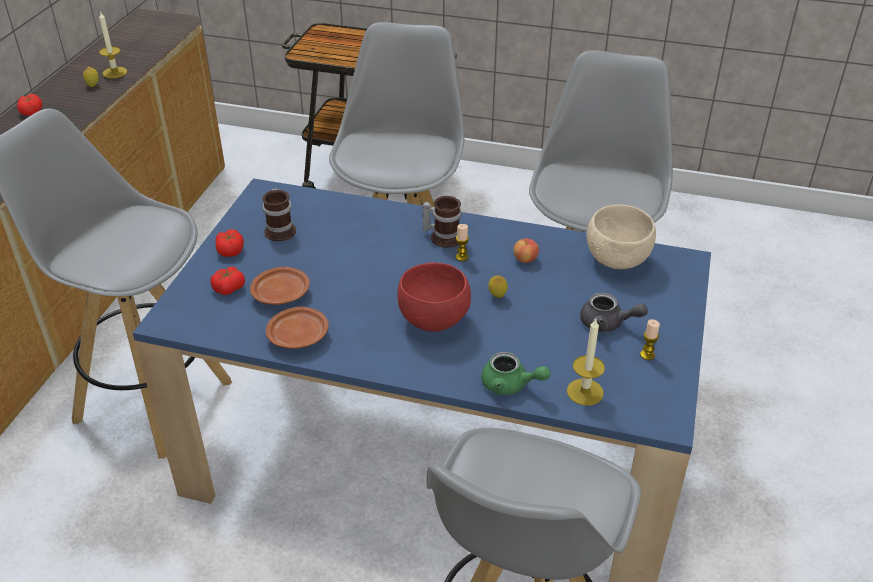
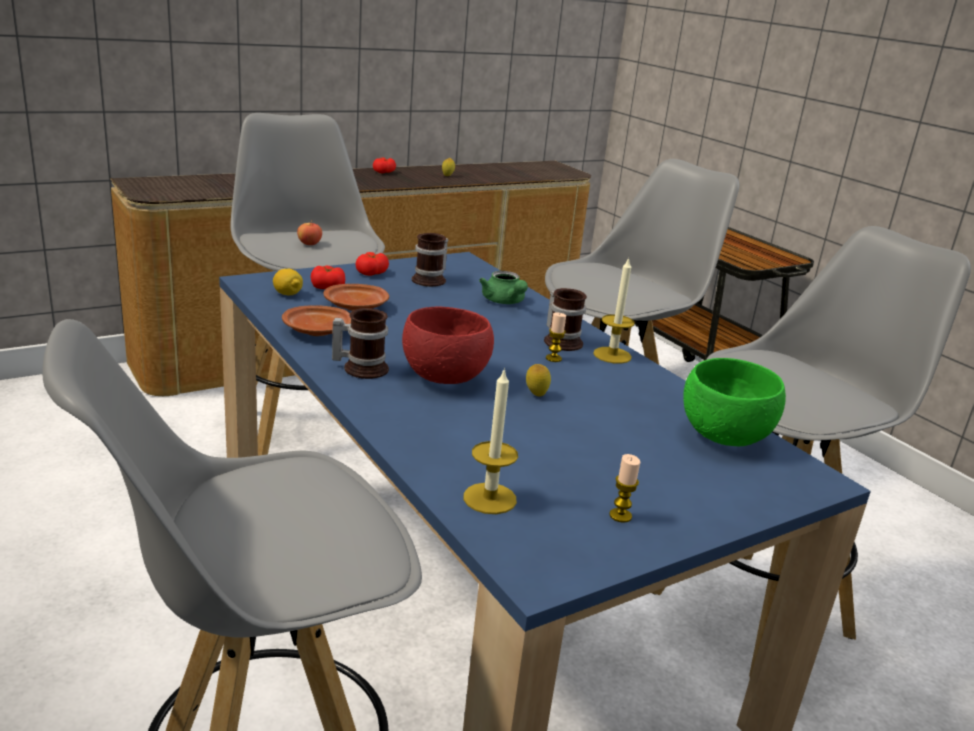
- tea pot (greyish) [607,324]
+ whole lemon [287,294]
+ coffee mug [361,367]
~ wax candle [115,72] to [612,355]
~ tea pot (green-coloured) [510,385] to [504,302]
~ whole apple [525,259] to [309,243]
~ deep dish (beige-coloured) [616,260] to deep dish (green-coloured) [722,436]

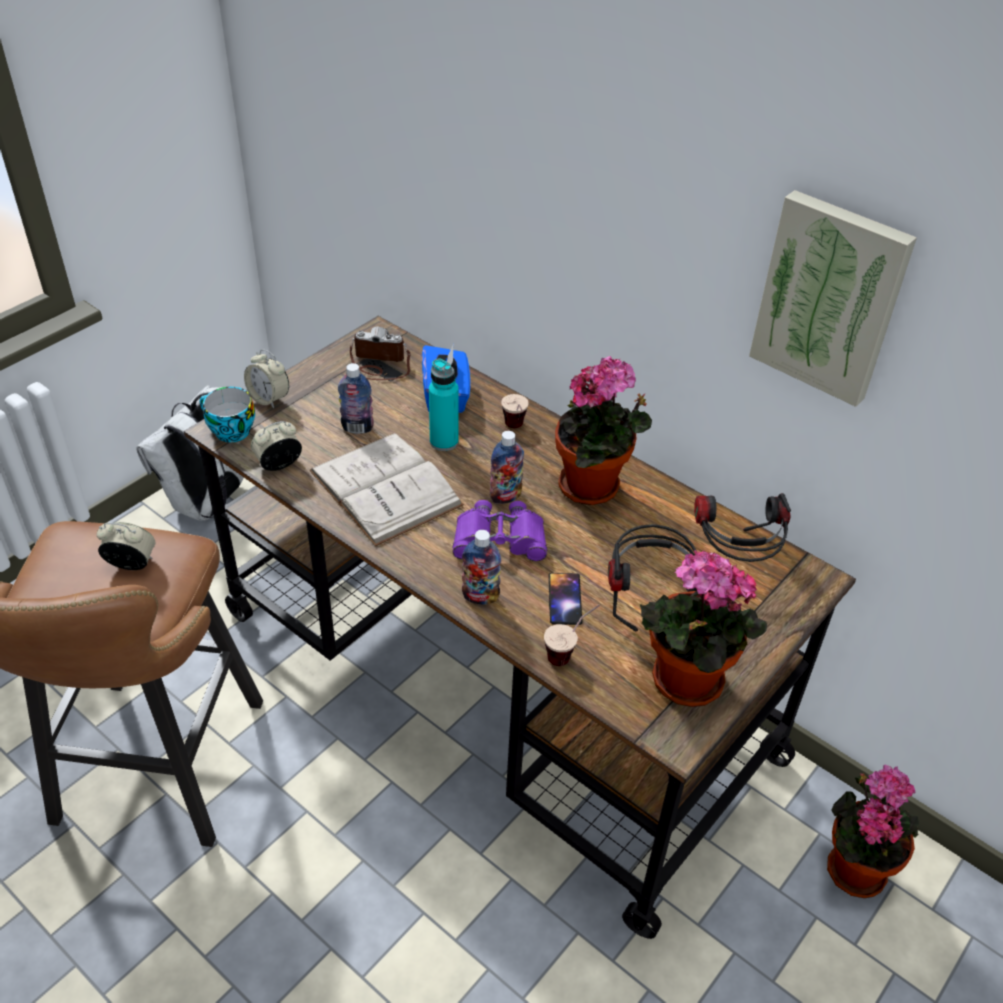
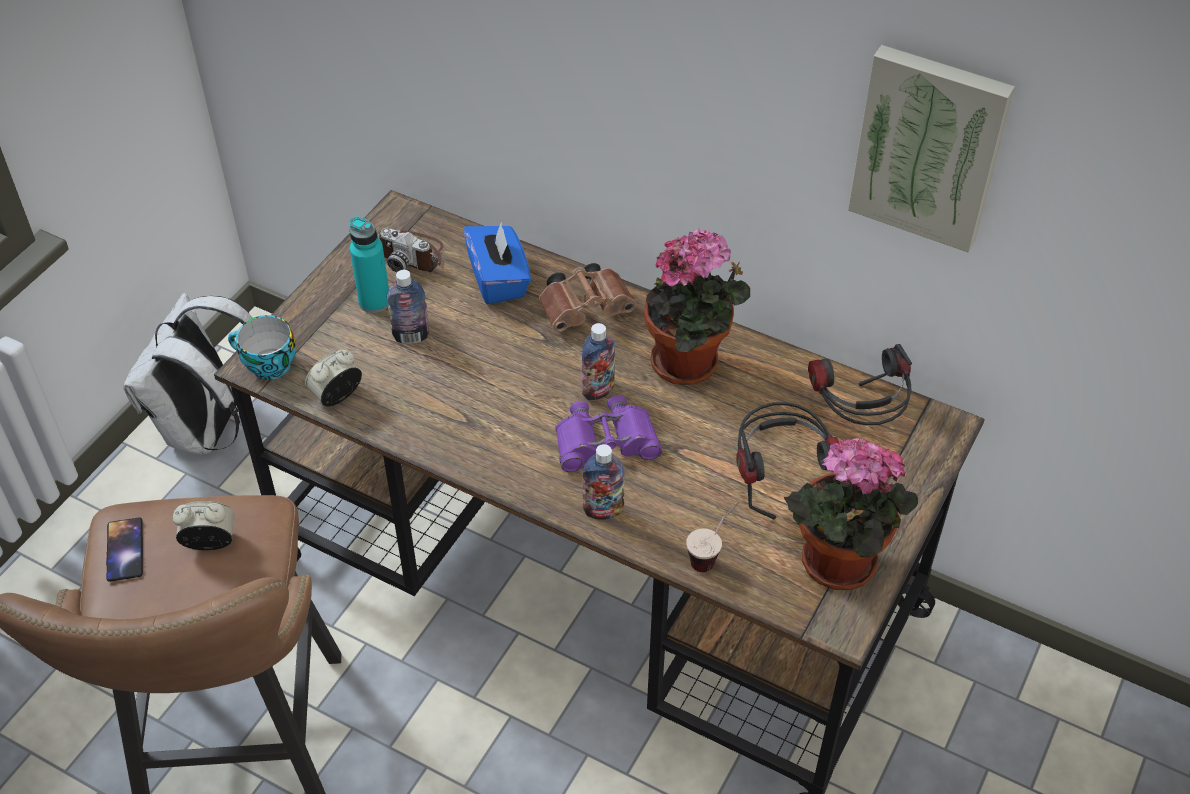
- table clock [269,399]
- volume (whitish) [385,488]
- plant in a pot [854,865]
~ beverage bottle (turquoise) [444,442] to [374,302]
~ handset [564,599] to [125,550]
~ cup [515,430] to pair of binoculars (brownish) [588,309]
~ photo camera [379,365] = [412,253] 150 degrees counterclockwise

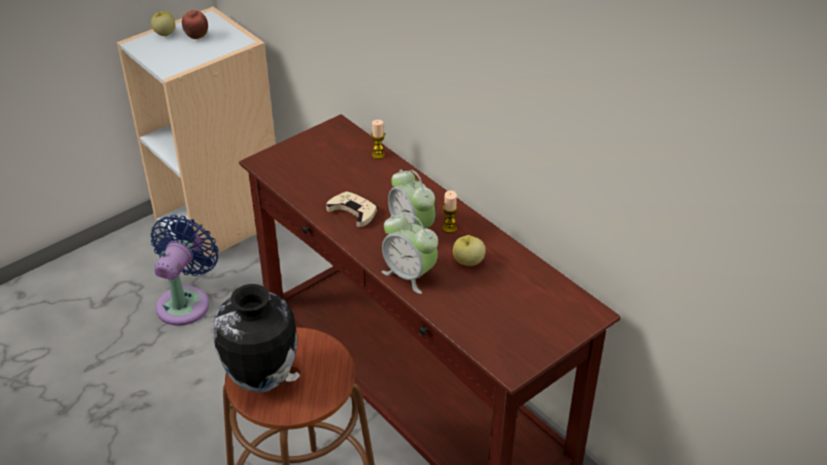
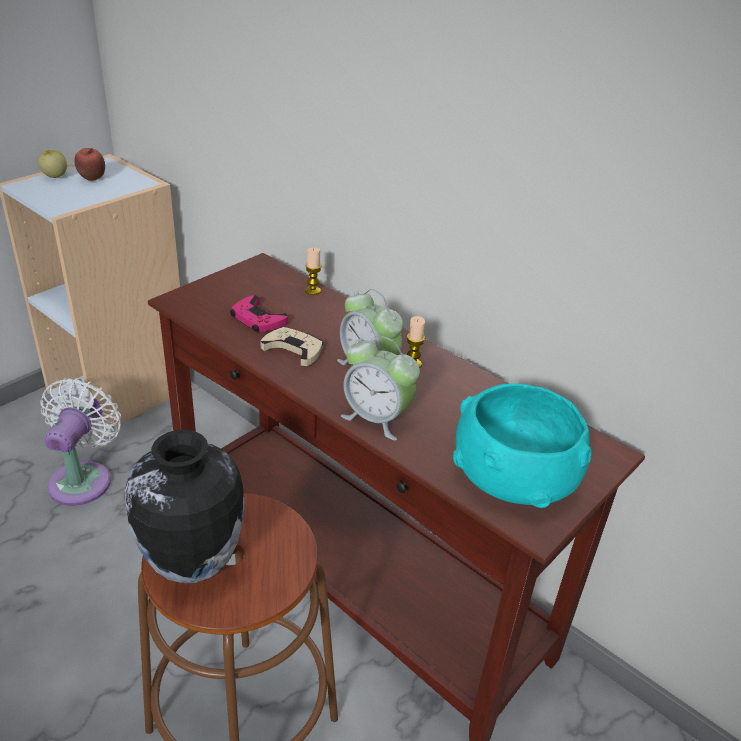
- whole apple [468,262]
+ joypad (pink-coloured) [257,319]
+ deep dish (turquoise) [513,473]
~ electric fan (blue) [186,302] to electric fan (whitish) [83,478]

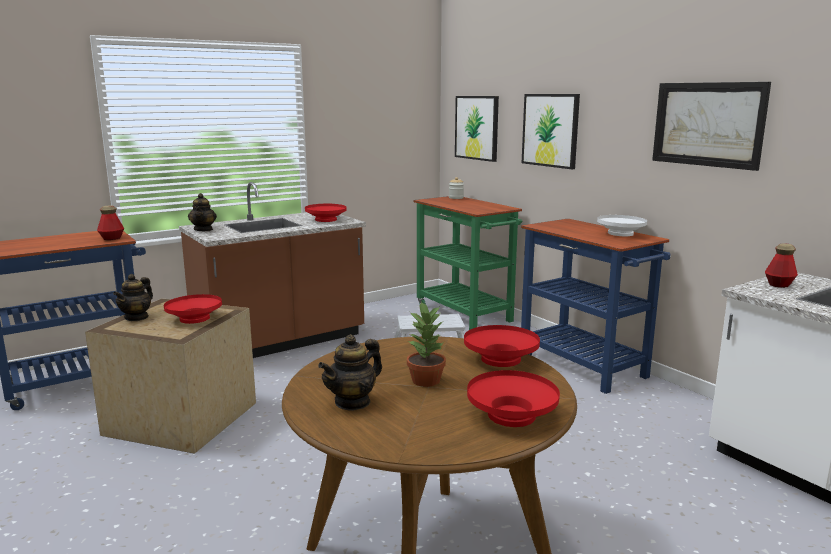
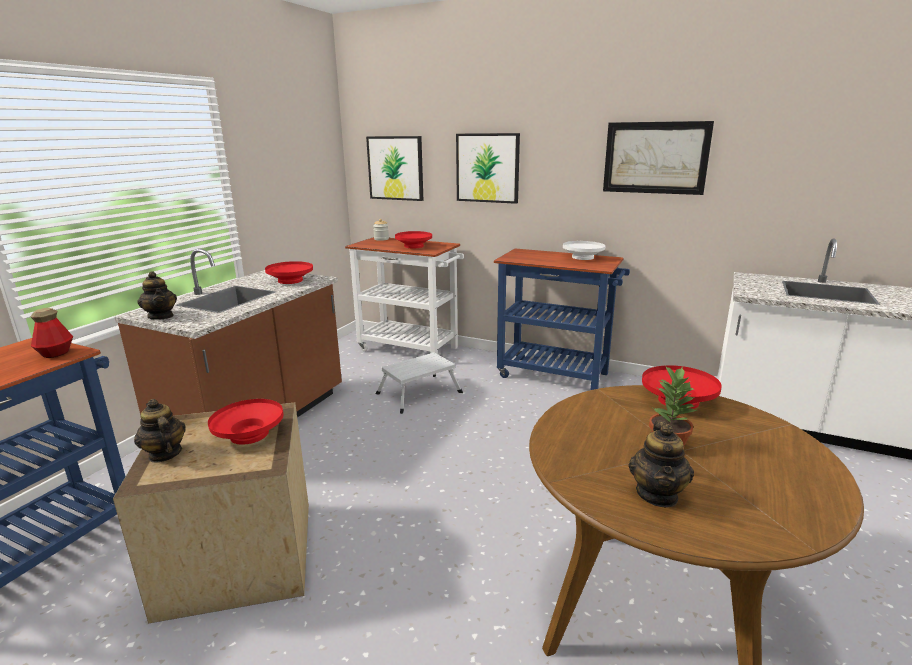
- beverage bottle [779,285]
~ deep dish (red-coloured) [511,416] to [414,246]
~ cart (green-coloured) [465,314] to cart (whitish) [410,349]
~ tea pot [136,317] = [164,454] 150 degrees clockwise

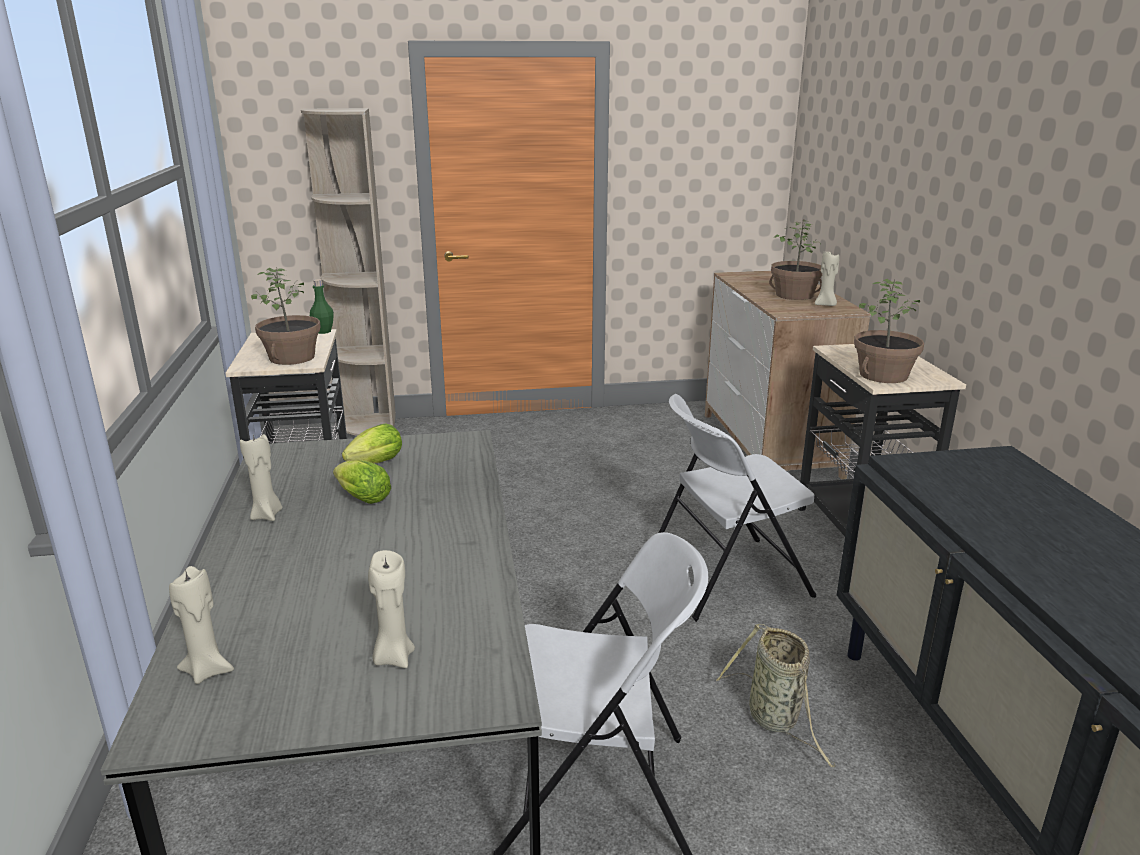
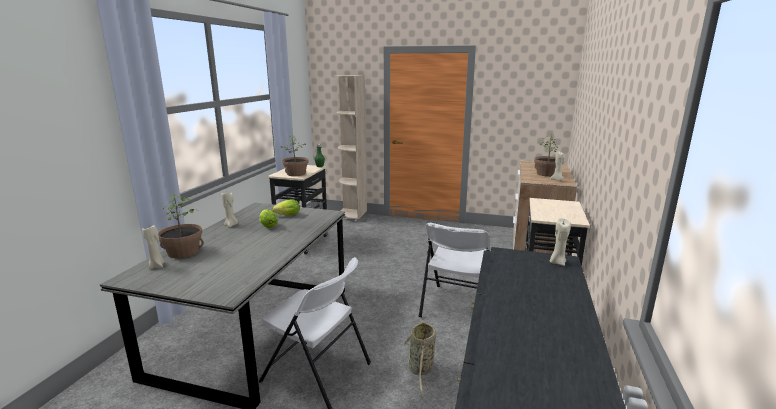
~ wax candle (beige-coloured) [393,657] to [557,262]
~ plant in a pot [884,375] to [183,252]
~ plain chair (whitish) [727,577] = [455,306] 75 degrees counterclockwise

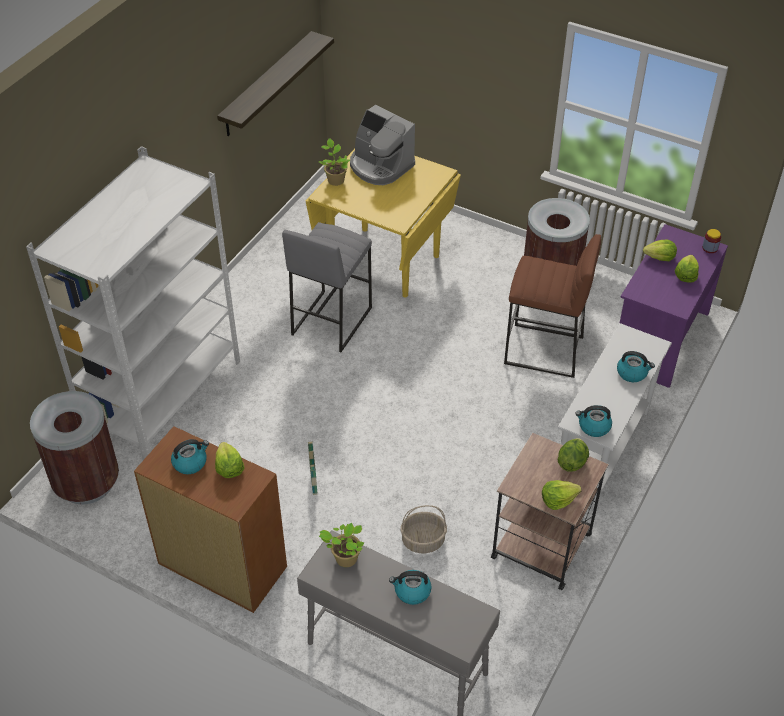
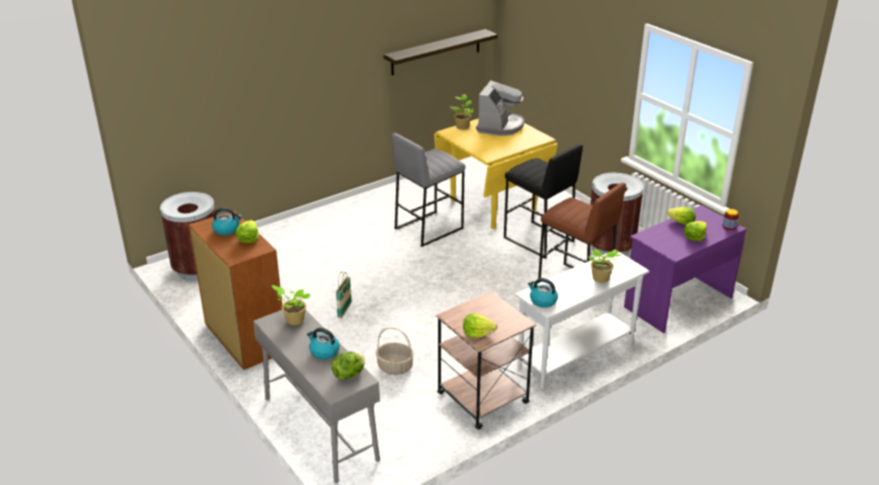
- shelving unit (whitish) [163,396]
+ sitting stool (blackish) [538,240]
~ head of lettuce [572,462] to [349,374]
~ kettle [632,373] to plant in a pot [601,279]
~ coffee machine [380,166] = [500,126] 135 degrees counterclockwise

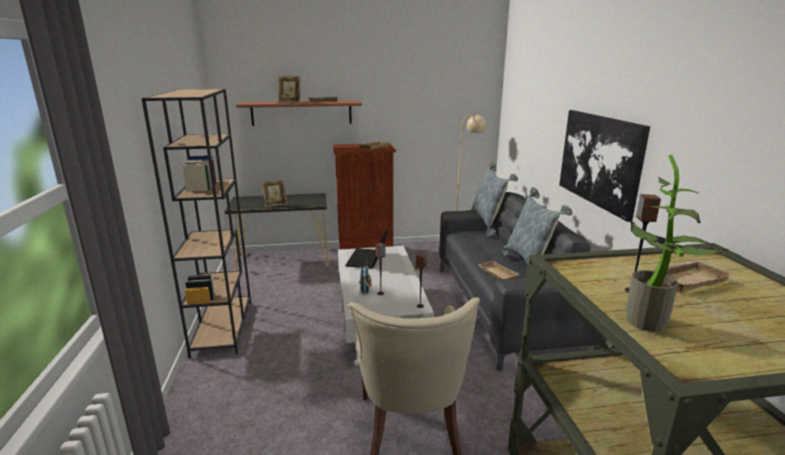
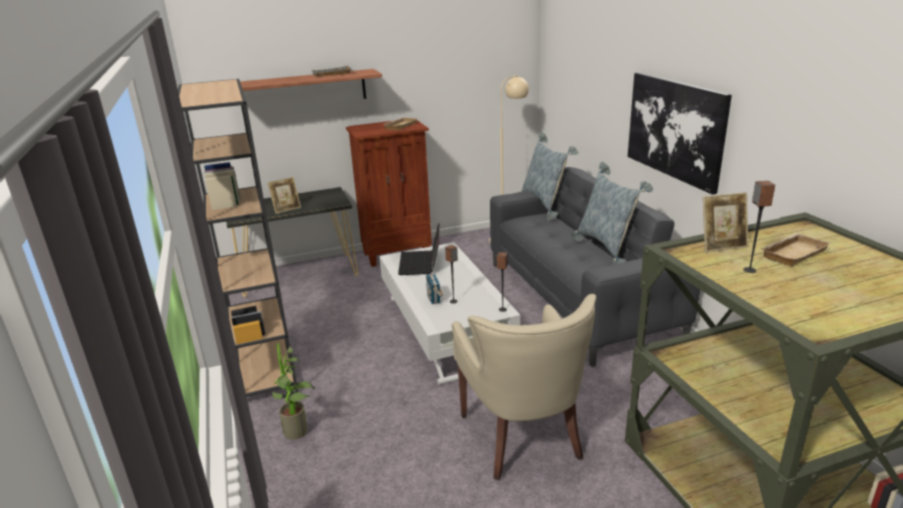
- serving tray (beige-coloured) [496,274]
~ standing frame [290,102] to [722,246]
~ plant in a pot [652,322] to [299,432]

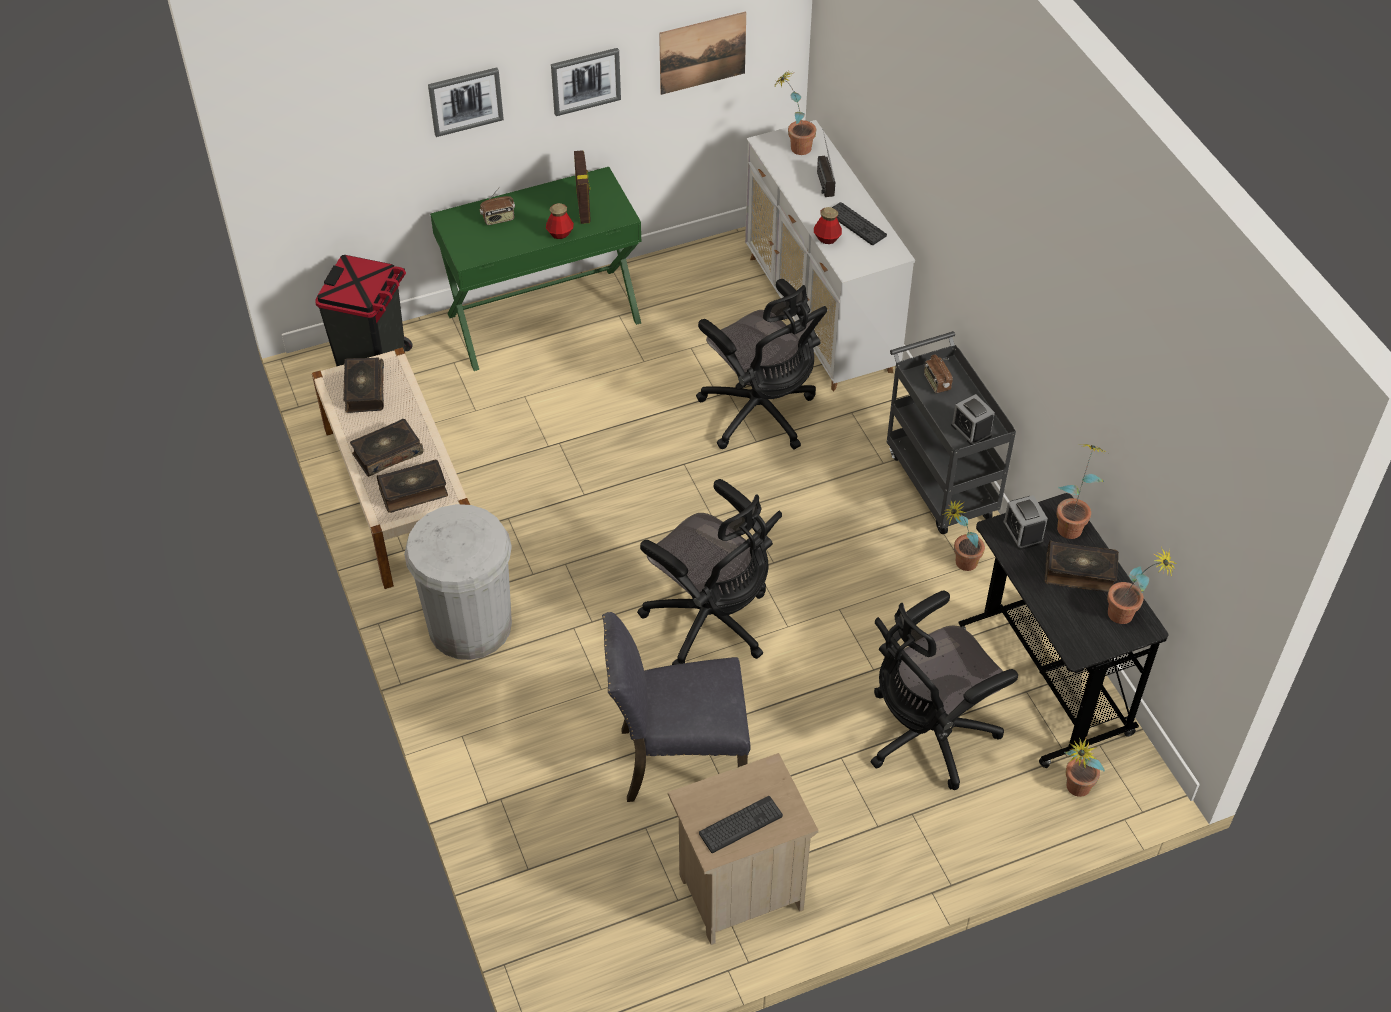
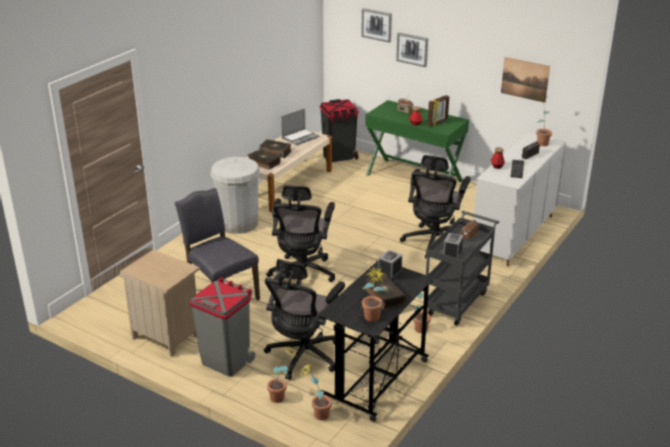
- computer keyboard [740,825]
+ trash can (greyish) [226,361]
~ wall picture [585,80] to [377,25]
~ plant in a pot [1072,523] to [282,397]
~ volume [364,391] to portable computer [300,137]
~ computer chair [929,734] = [304,356] 90 degrees counterclockwise

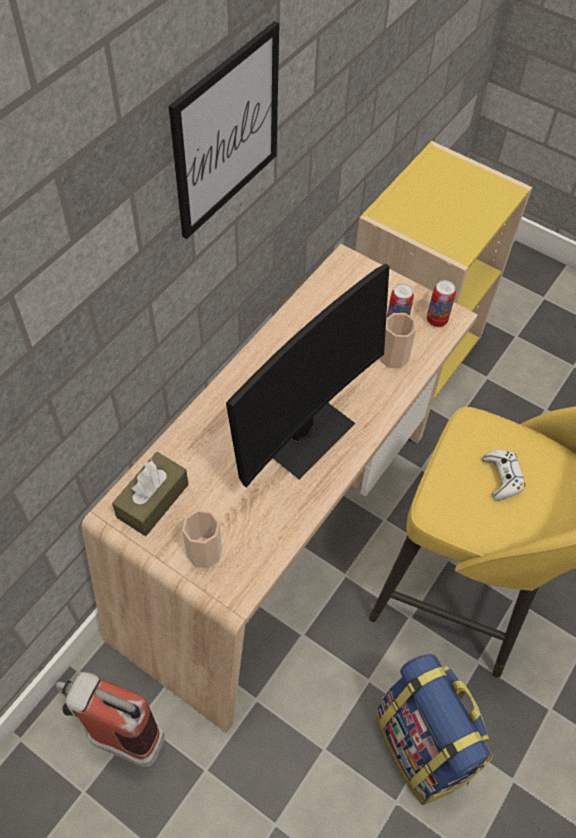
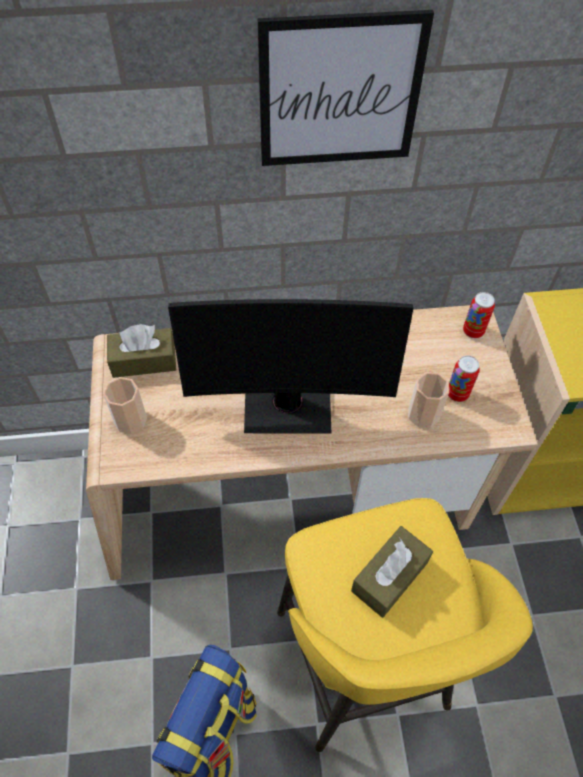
- fire extinguisher [115,733]
~ can [436,320] to [473,331]
~ joypad (whitish) [502,477] to box of tissues (brownish) [389,576]

